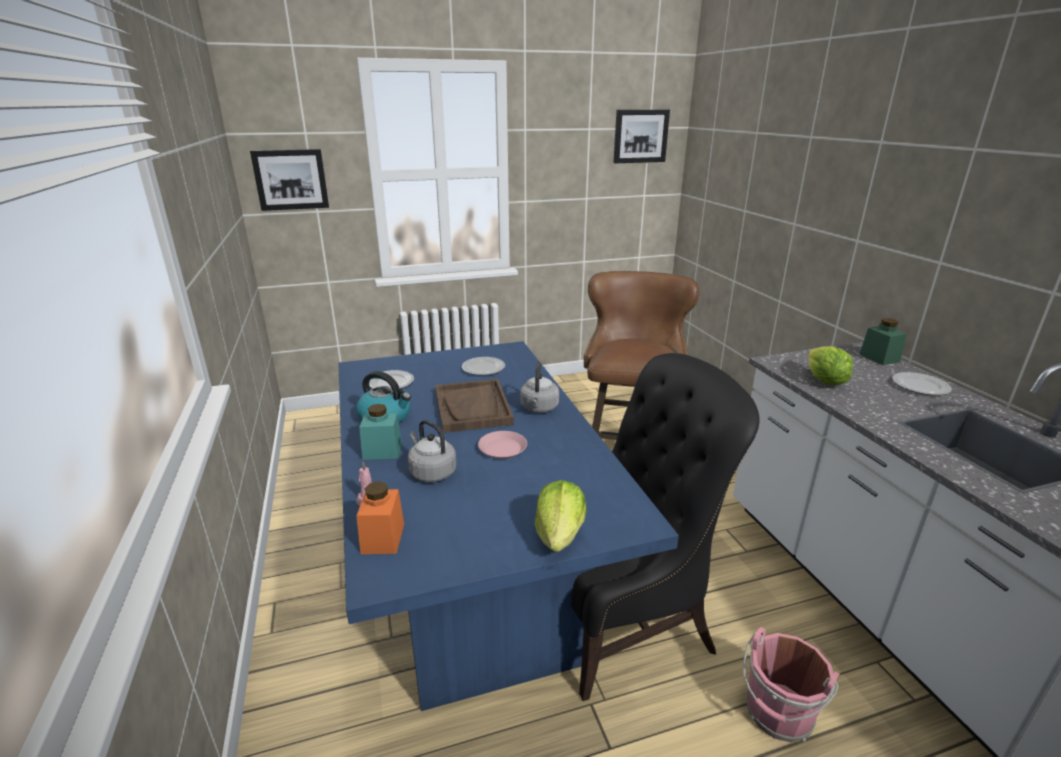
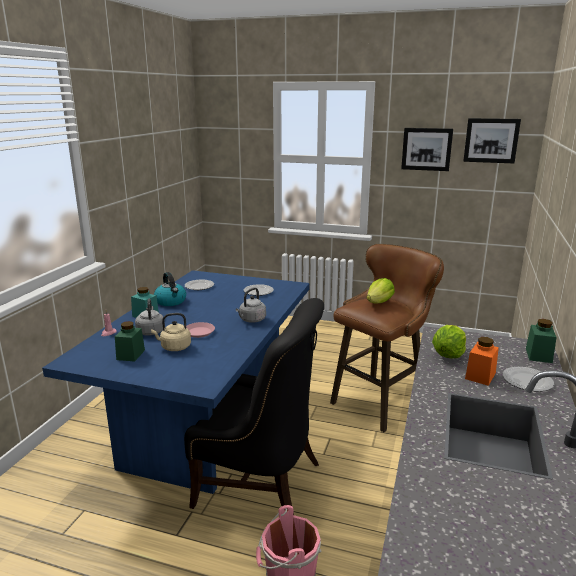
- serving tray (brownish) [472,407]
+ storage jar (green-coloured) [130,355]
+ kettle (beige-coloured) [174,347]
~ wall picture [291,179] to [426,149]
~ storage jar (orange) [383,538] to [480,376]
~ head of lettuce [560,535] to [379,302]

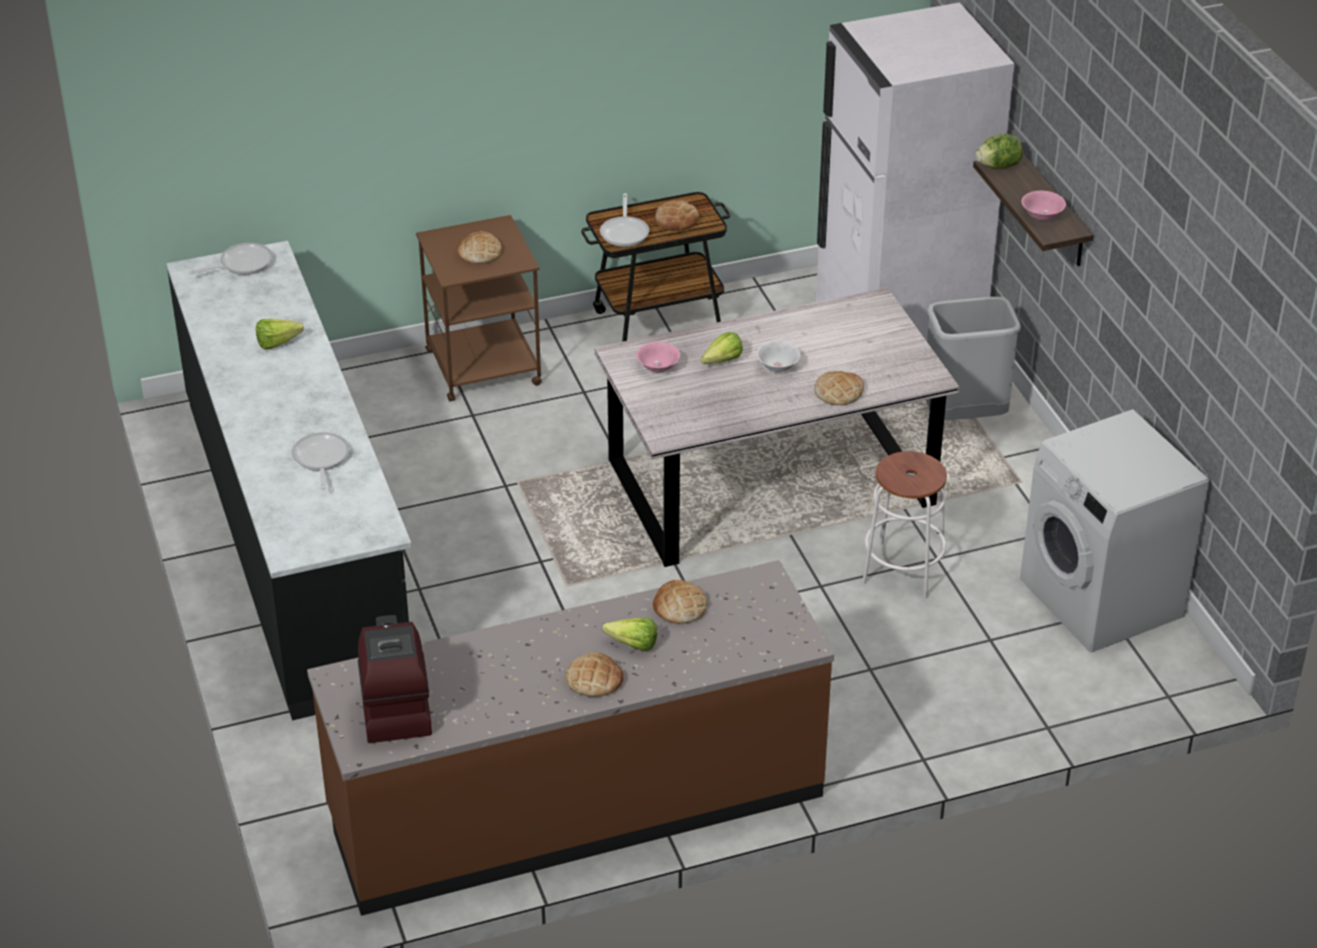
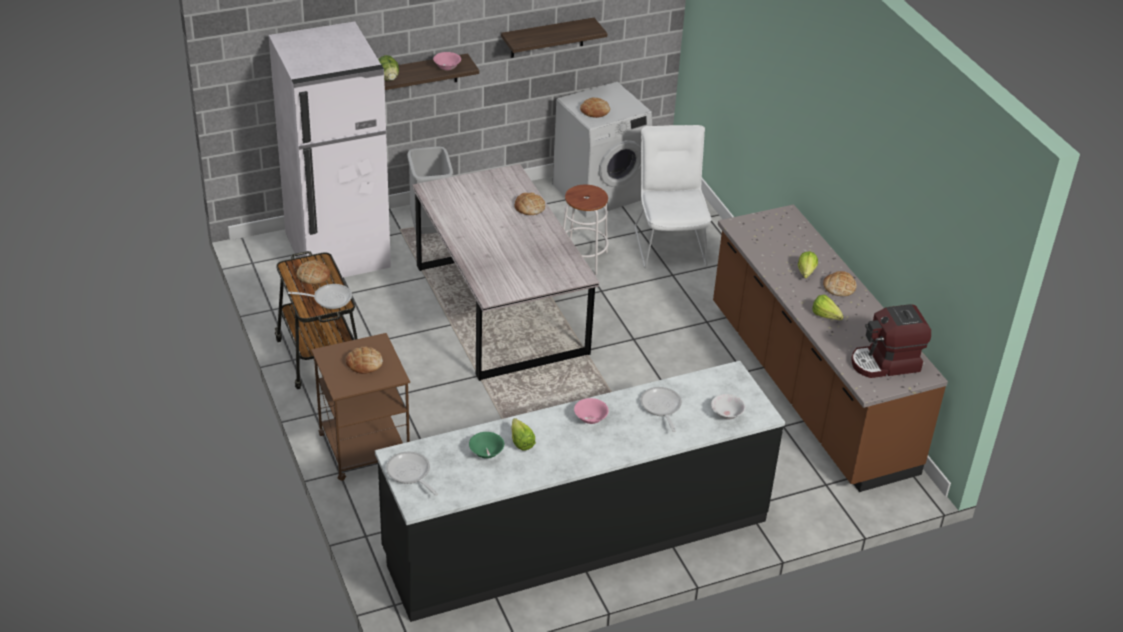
+ deep dish (green-coloured) [486,453]
+ bracket shelf [547,38]
+ plain chair (whitish) [669,242]
~ deep dish (pink-coloured) [658,367] to [590,418]
~ baked bread [679,607] to [595,110]
~ head of lettuce [719,362] to [827,318]
~ deep dish (whitish) [778,367] to [726,414]
~ skillet [320,460] = [661,407] 90 degrees clockwise

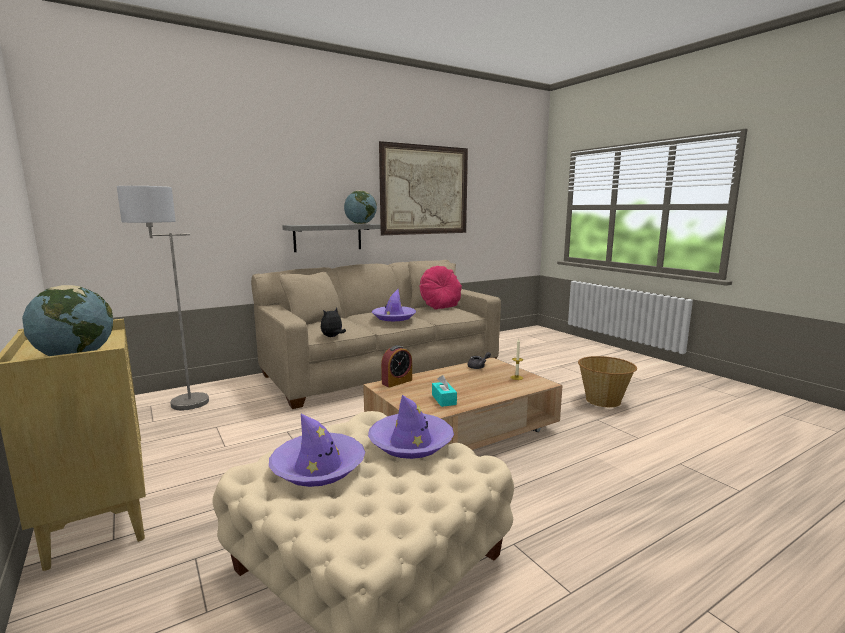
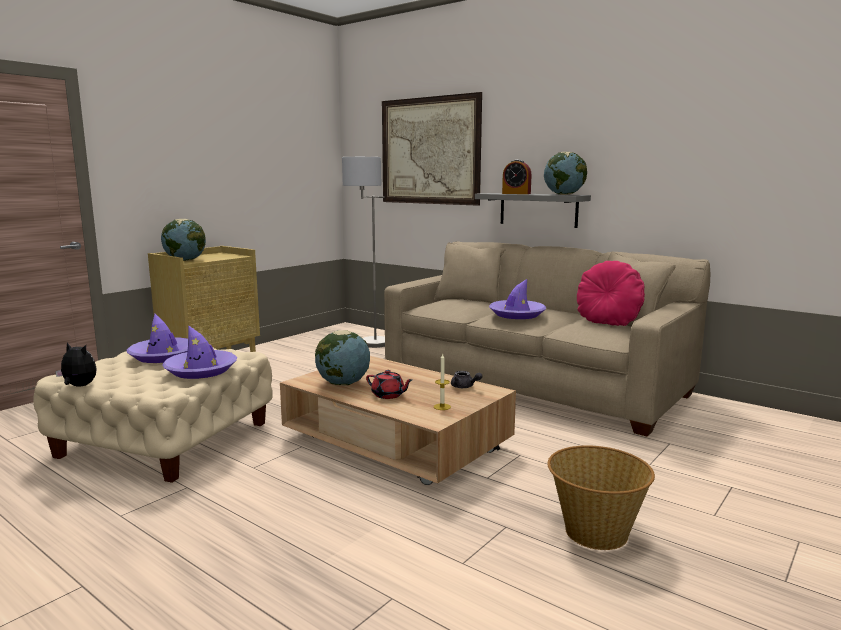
+ tea pot (red-coloured) [388,395]
~ plush toy [332,337] to [78,386]
~ wall picture [425,190] to [429,151]
~ table clock [397,382] to [516,193]
~ box of tissues (turquoise) [444,400] to desk globe [343,384]

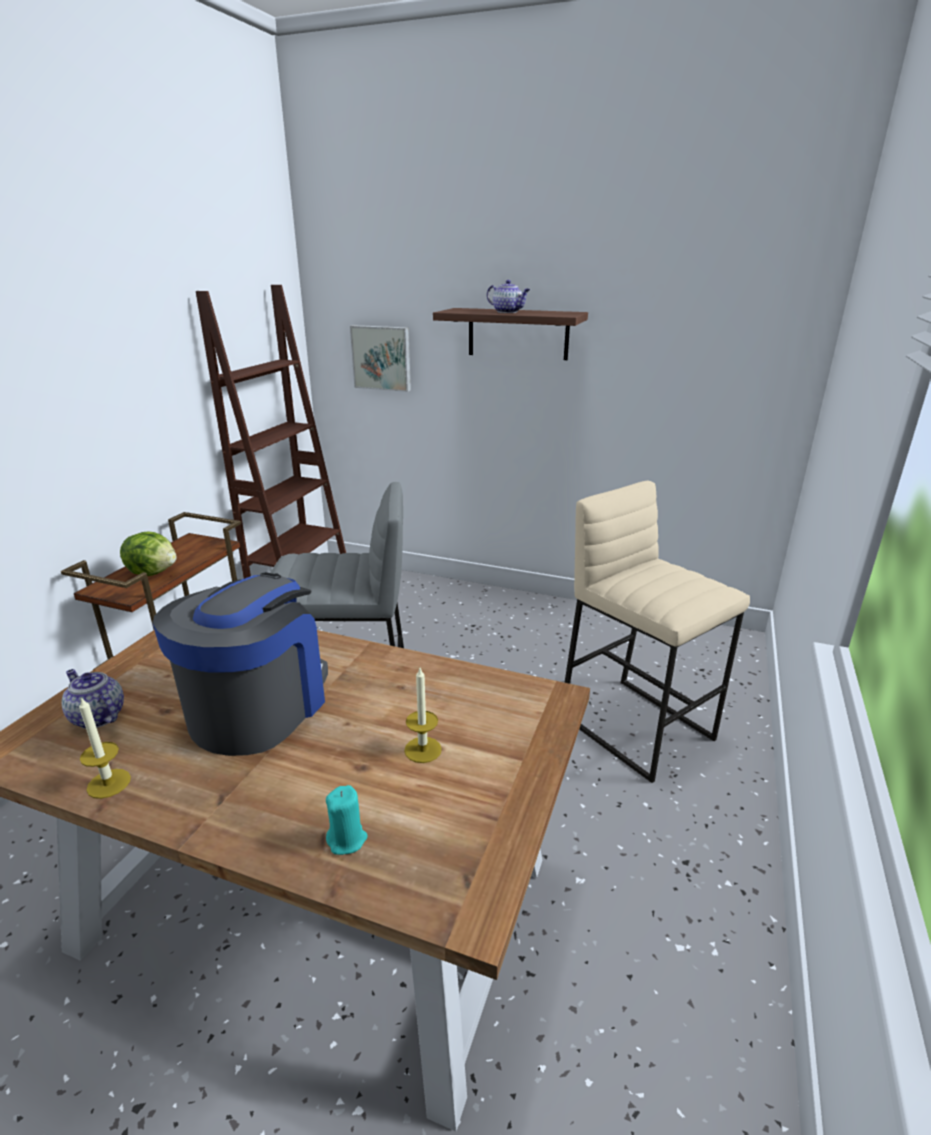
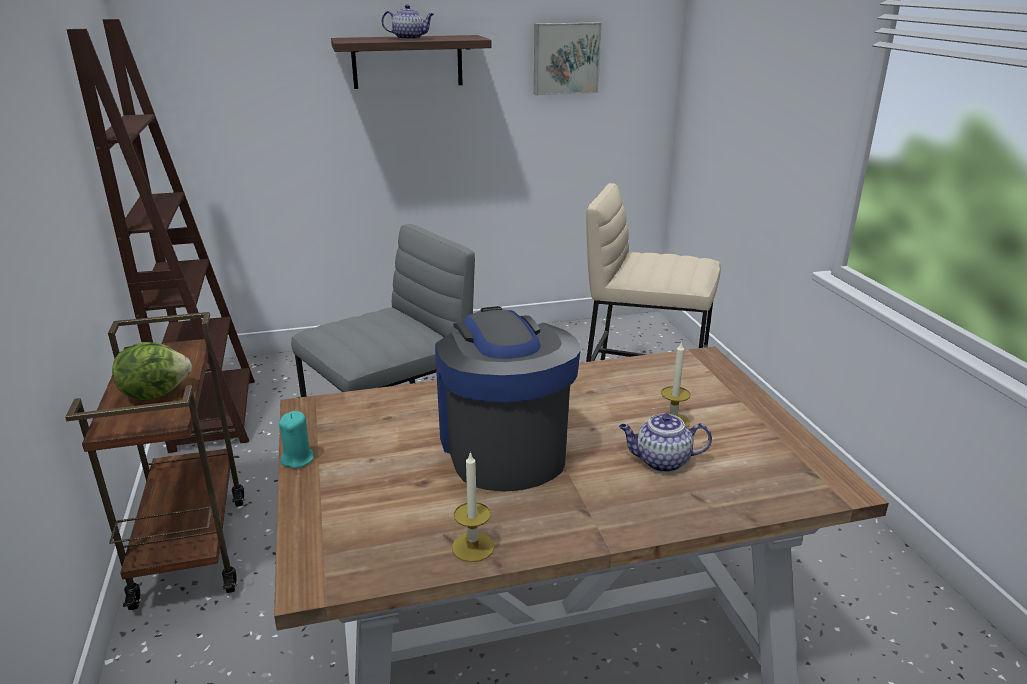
~ tea pot [97,717] to [661,461]
~ wax candle (turquoise) [347,839] to [298,459]
~ wall picture [382,358] to [565,58]

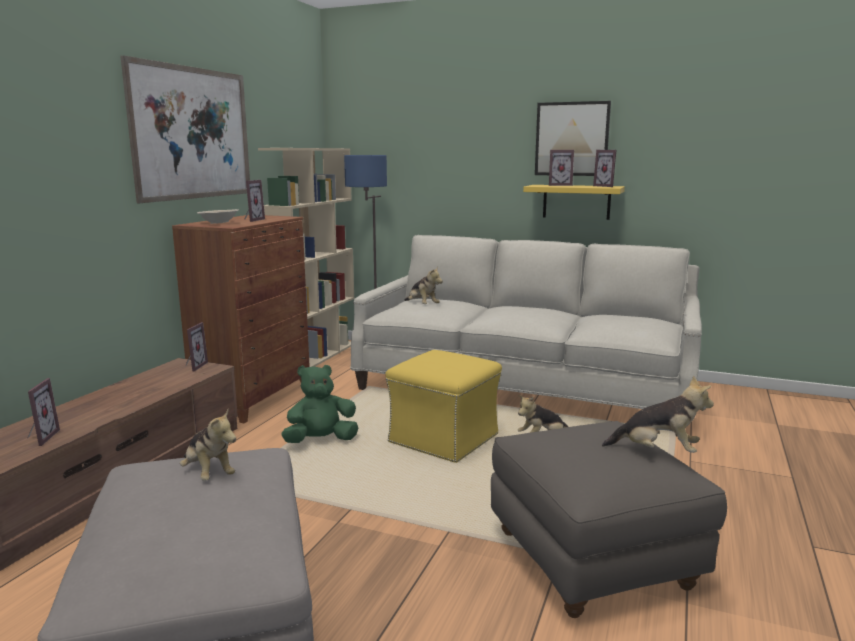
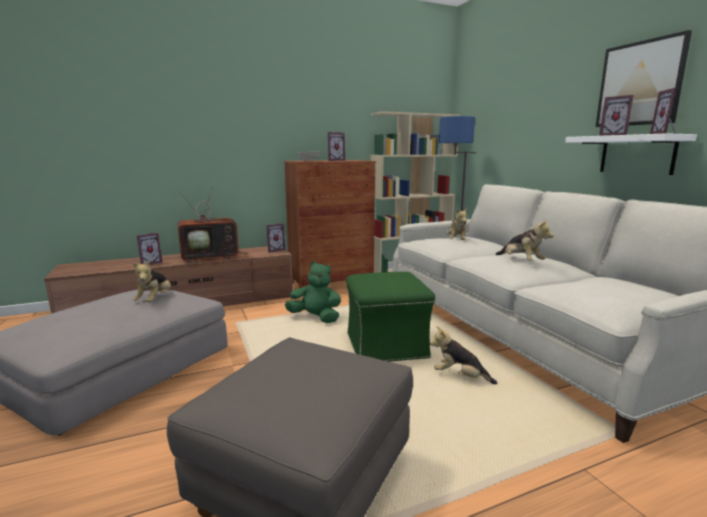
- wall picture [193,133]
+ TV [211,257]
~ plush toy [657,451] to [521,261]
~ pouffe (yellow-coloured) [444,439] to pouffe (green-coloured) [386,346]
~ bracket shelf (yellow-coloured) [576,202] to bracket shelf (whitish) [637,154]

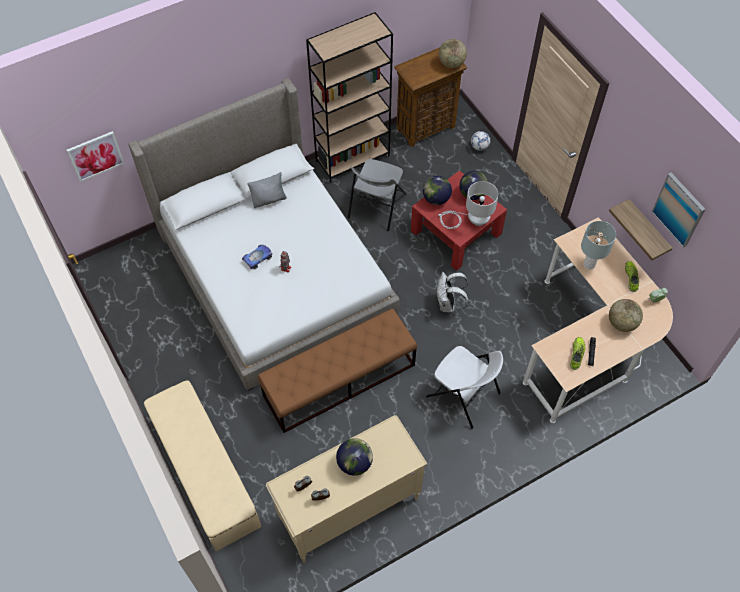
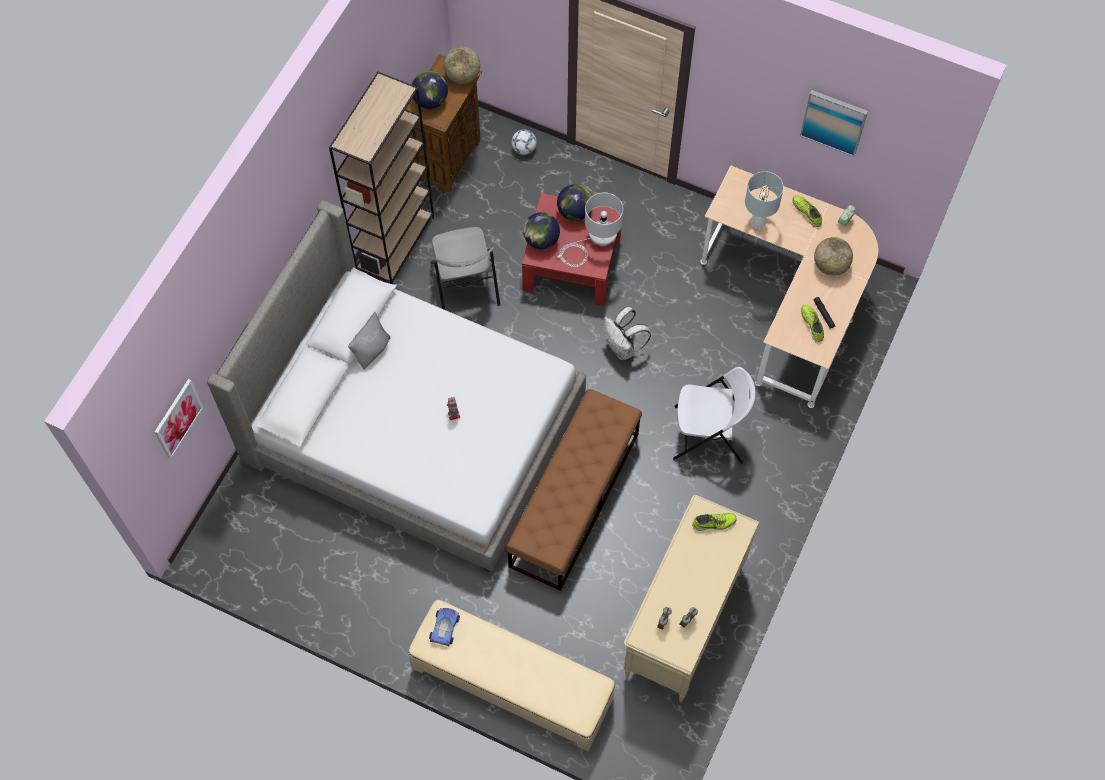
- bracket shelf [647,230]
+ low shoe [714,523]
~ toy car [258,258] to [445,627]
~ desk globe [355,463] to [430,100]

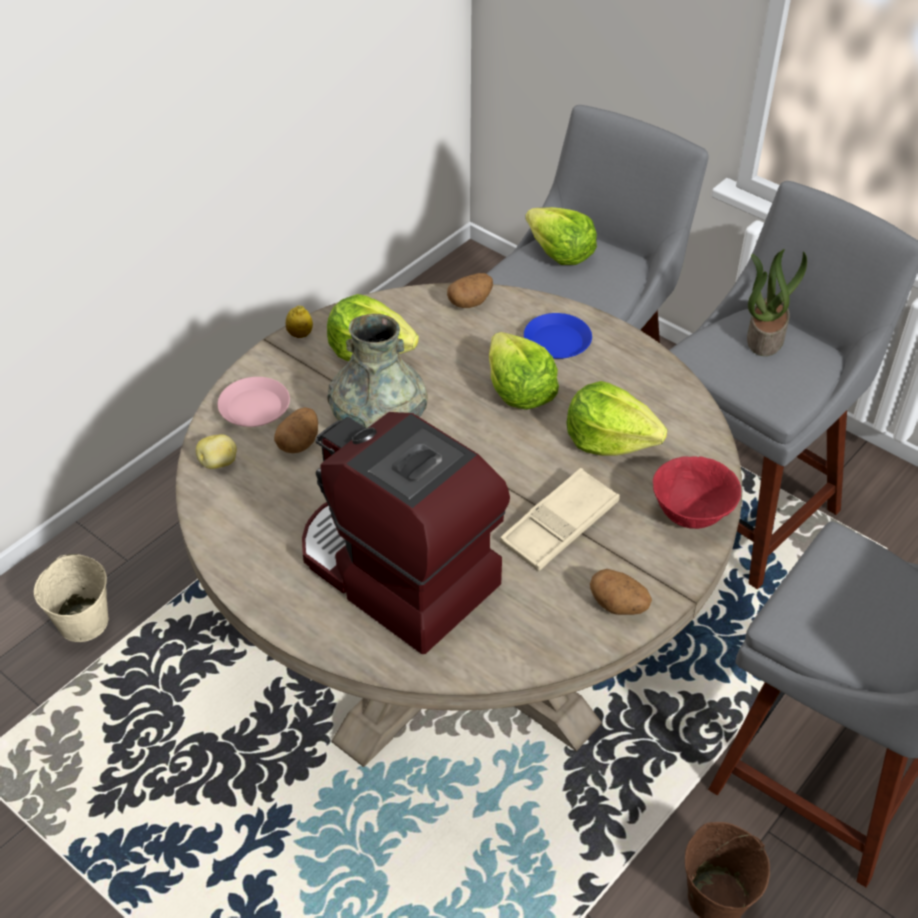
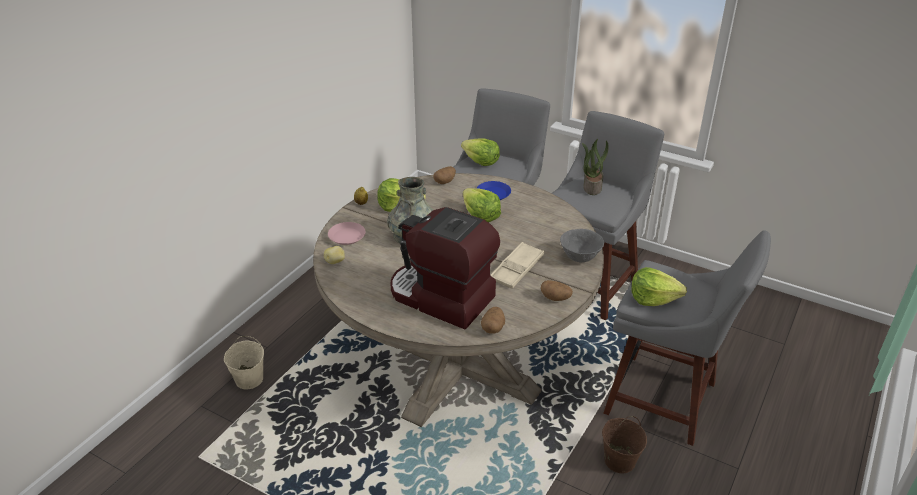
~ whole potato [299,443] to [493,328]
~ head of lettuce [609,440] to [653,298]
~ deep dish (red-coloured) [692,515] to deep dish (greyish) [580,258]

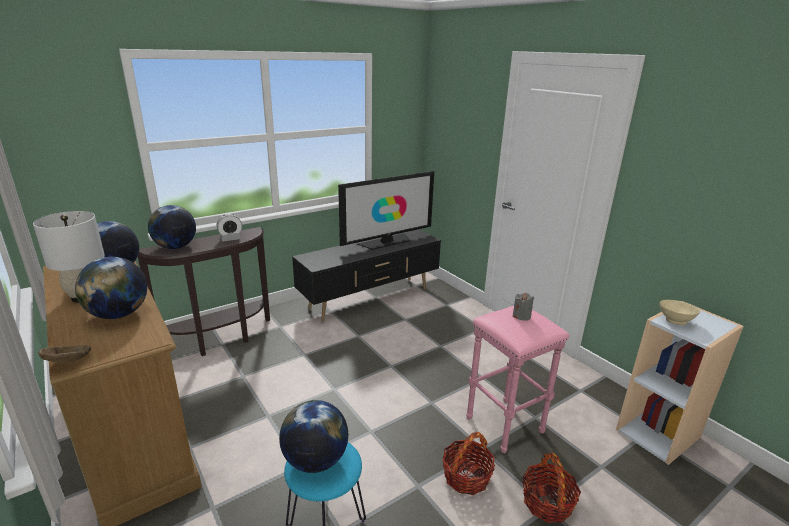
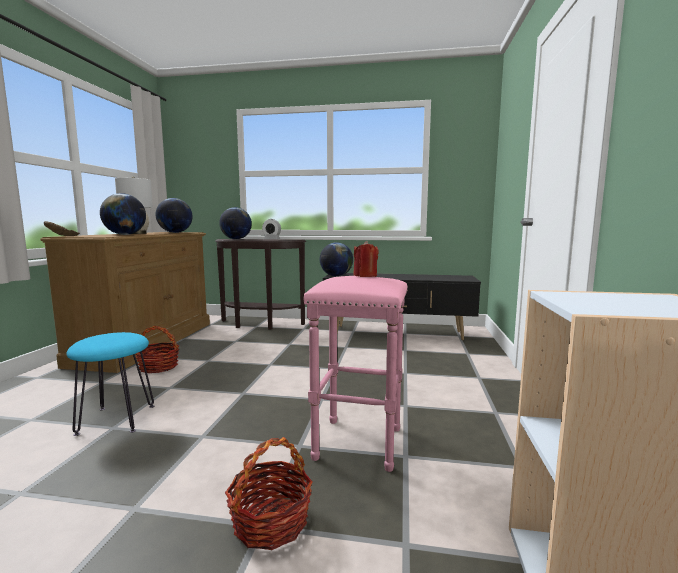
- TV [387,242]
- deep dish (beige-coloured) [675,321]
~ desk globe [315,460] to [336,276]
~ household basket [466,476] to [158,367]
~ wax candle (greyish) [521,316] to wax candle (red-coloured) [365,276]

